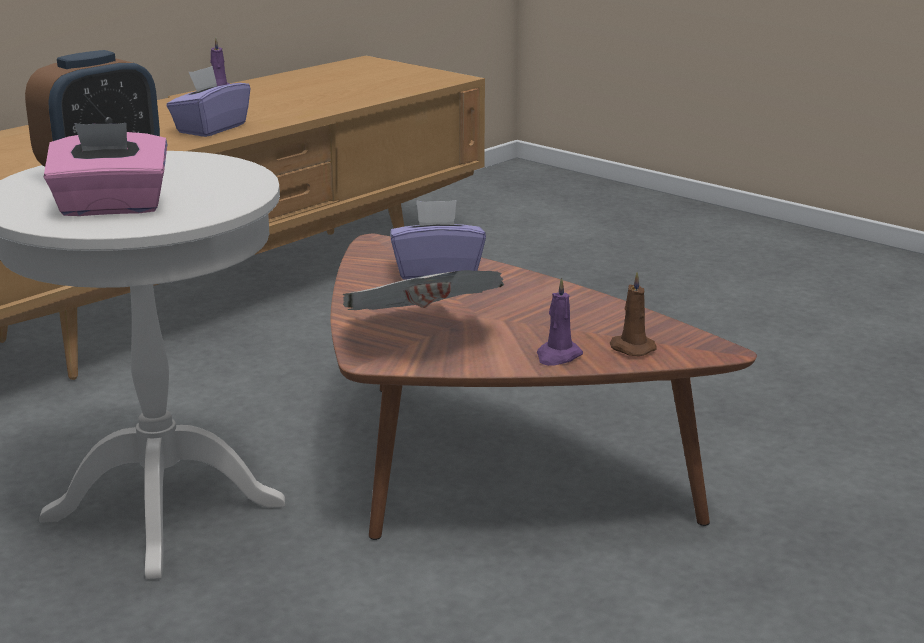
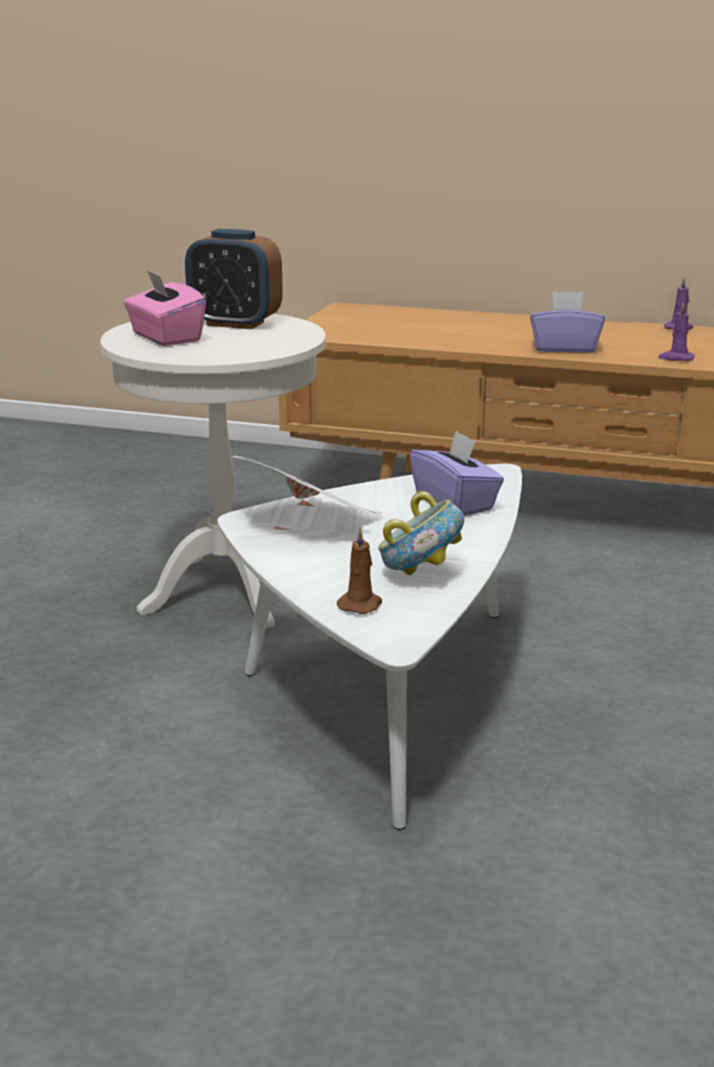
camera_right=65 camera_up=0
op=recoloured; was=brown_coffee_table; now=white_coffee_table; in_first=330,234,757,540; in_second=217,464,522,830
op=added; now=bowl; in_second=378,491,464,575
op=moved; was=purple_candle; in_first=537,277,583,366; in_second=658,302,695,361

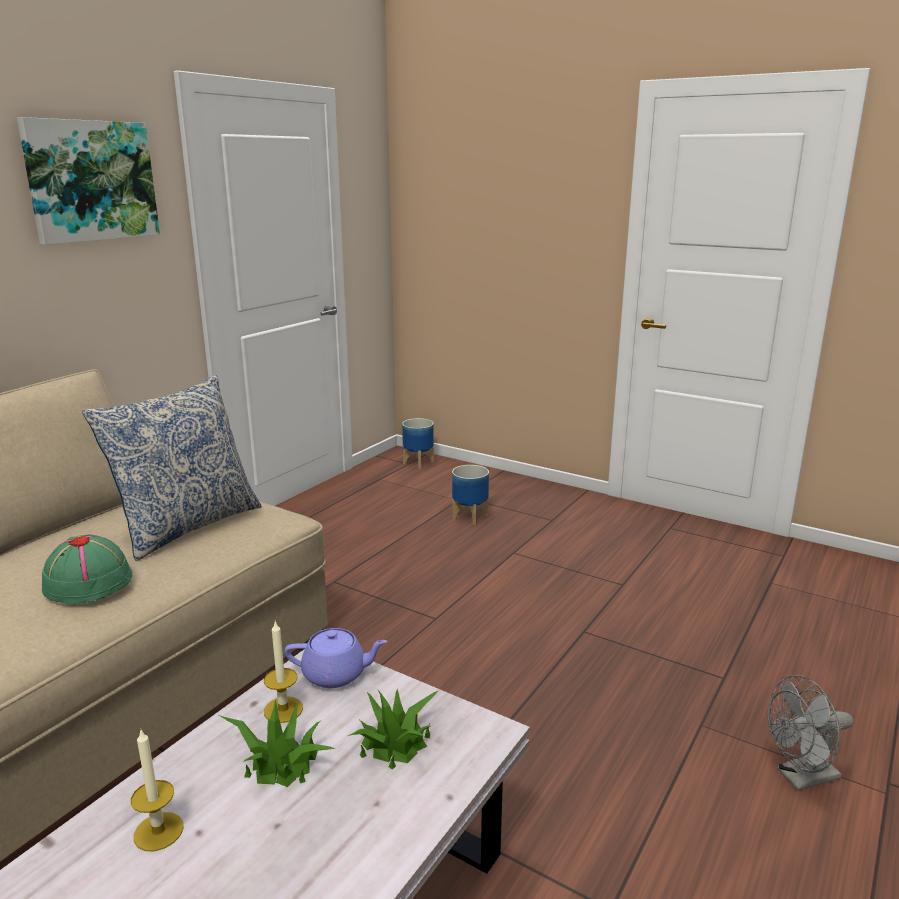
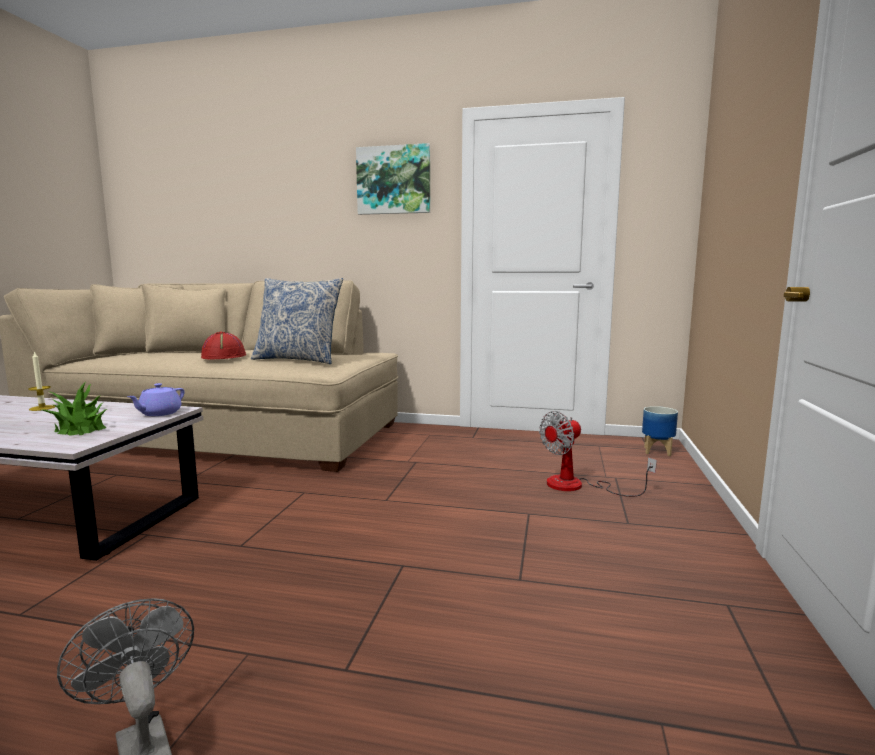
camera_right=70 camera_up=-10
op=turned; was=purple_teapot; in_first=284,628,387,688; in_second=127,383,184,416; clockwise=45
op=recoloured; was=green_hat; now=red_hat; in_first=42,534,132,604; in_second=201,331,246,360
op=replaced; was=planter; now=fan; in_first=452,465,489,525; in_second=539,411,657,497
op=removed; was=candle; in_first=264,620,303,723

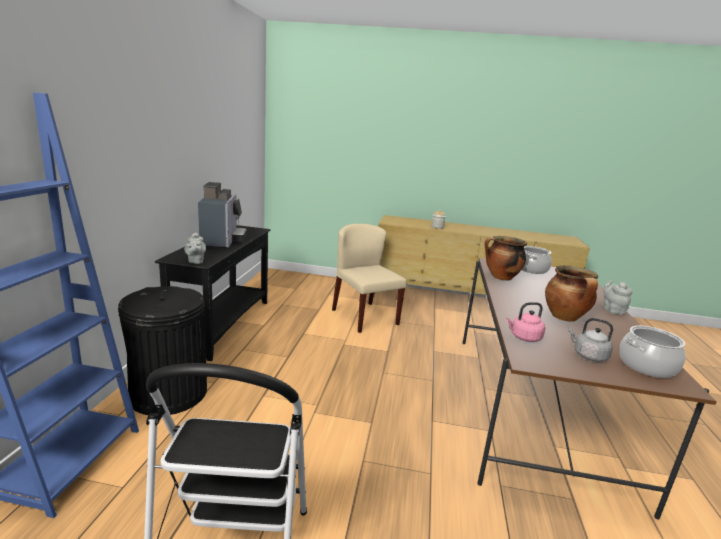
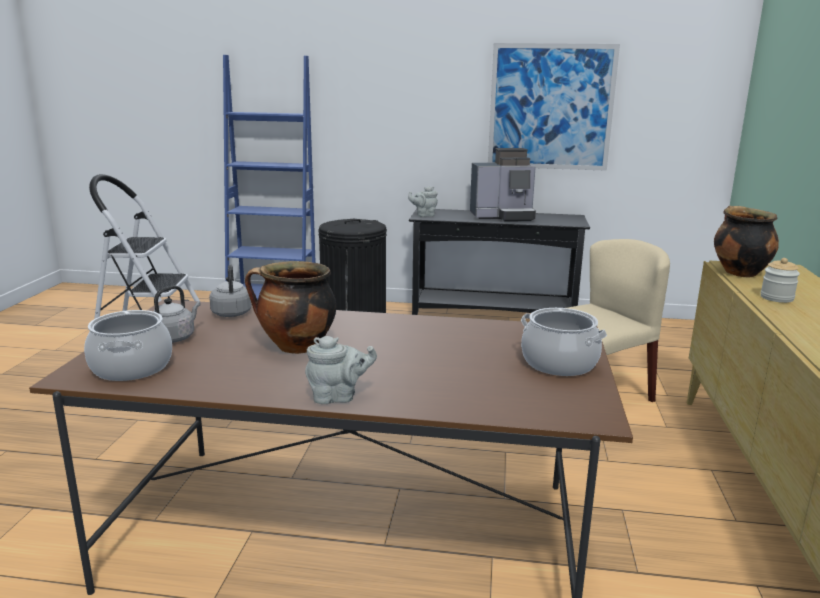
camera_right=90 camera_up=0
op=recoloured; was=pink_kettle; now=grey_kettle; in_first=506,302,545,342; in_second=209,264,252,317
op=added; now=picture; in_second=488,43,620,171
op=moved; was=cooking_pot; in_first=485,236,527,281; in_second=714,206,779,277

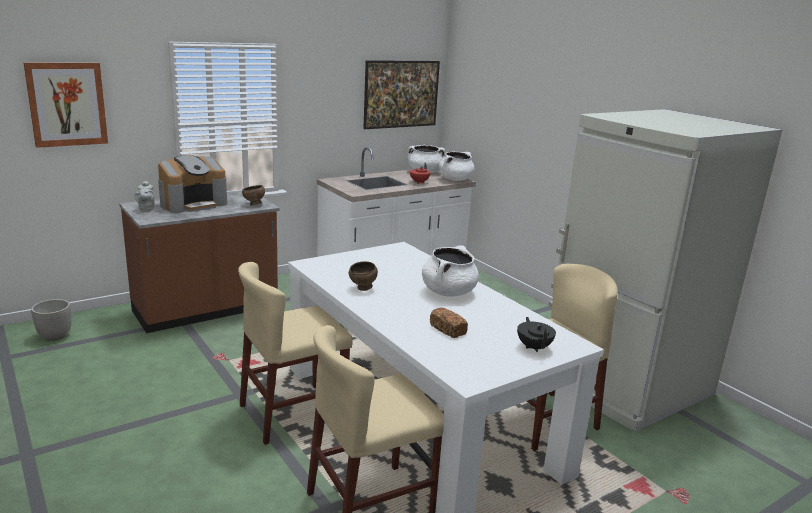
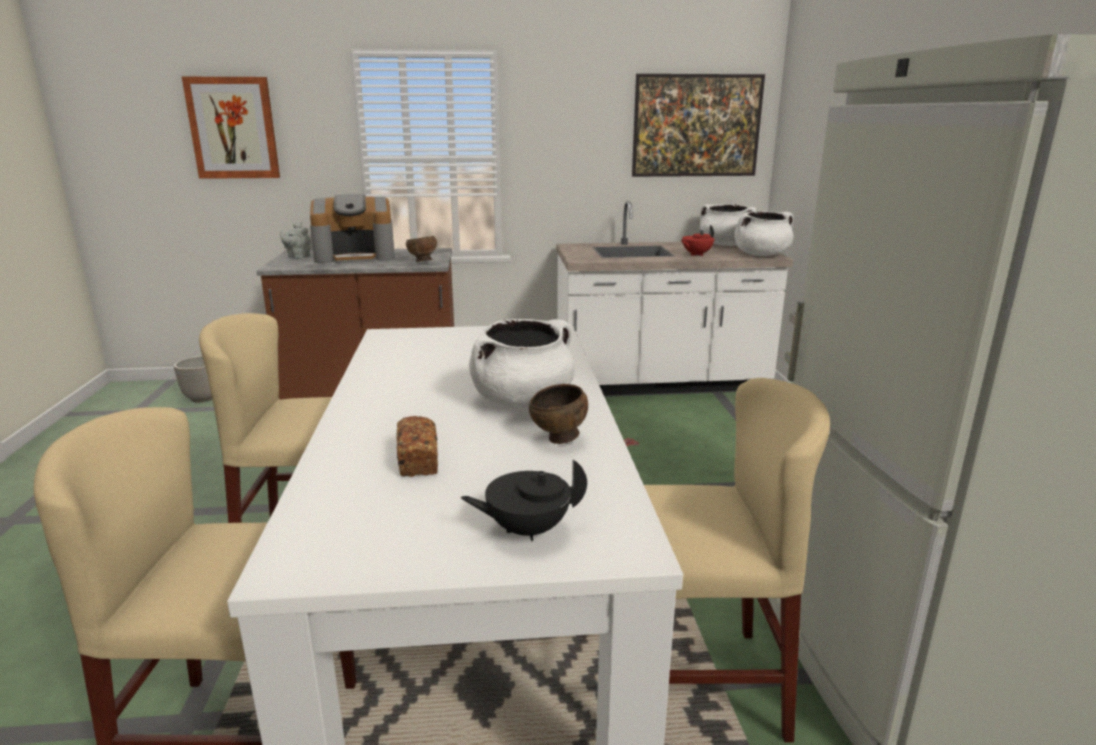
camera_right=30 camera_up=0
op=turned; was=black_teapot; in_first=517,317,556,352; in_second=461,460,587,541; clockwise=-120
op=moved; was=brown_bowl; in_first=349,261,378,291; in_second=529,384,588,444

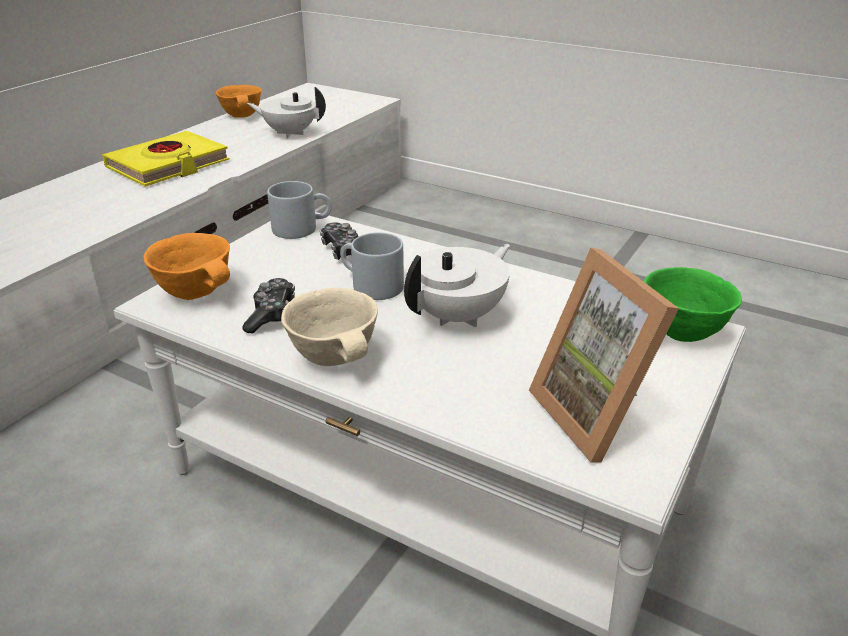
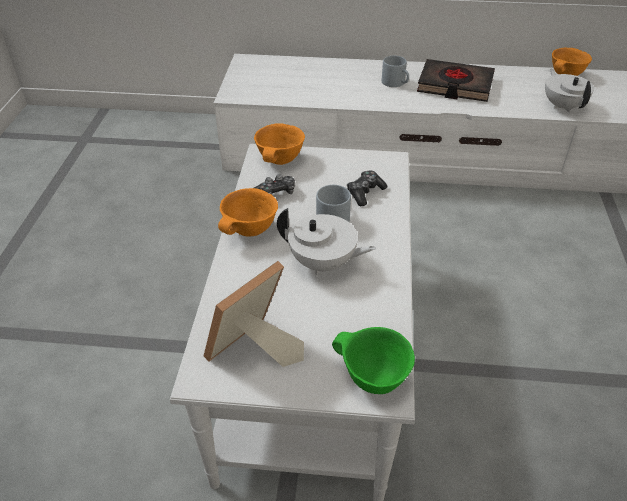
camera_right=65 camera_up=10
op=recoloured; was=beige_bowl; now=orange_bowl; in_first=281,288,378,366; in_second=218,188,278,237
op=moved; was=grey_mug; in_first=267,181,332,239; in_second=381,56,409,87
op=recoloured; was=yellow_book; now=black_book; in_first=102,131,229,187; in_second=417,59,495,102

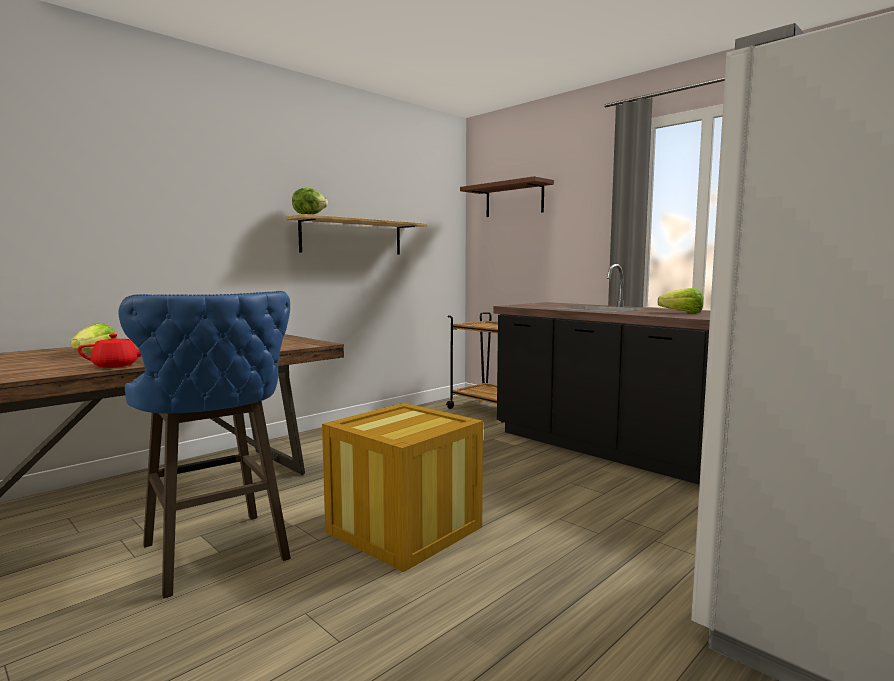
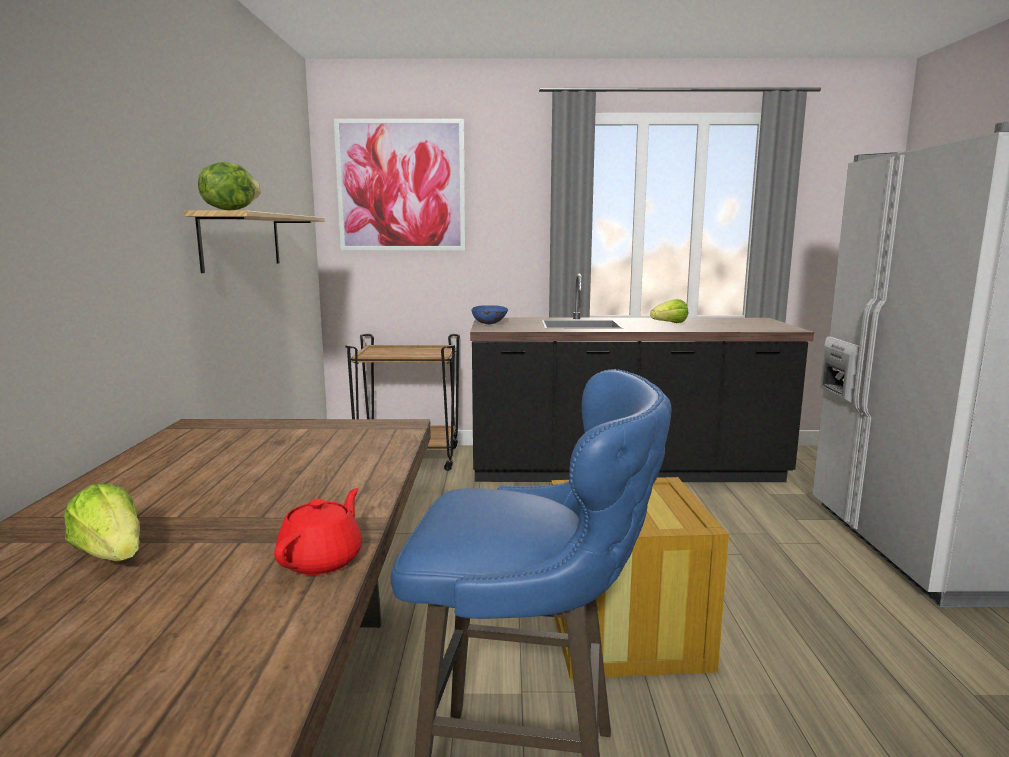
camera_right=-45 camera_up=5
op=replaced; was=brown_shelf; now=picture; in_first=460,176,554,217; in_second=334,119,465,251
op=added; now=blue_bowl; in_second=471,305,508,324

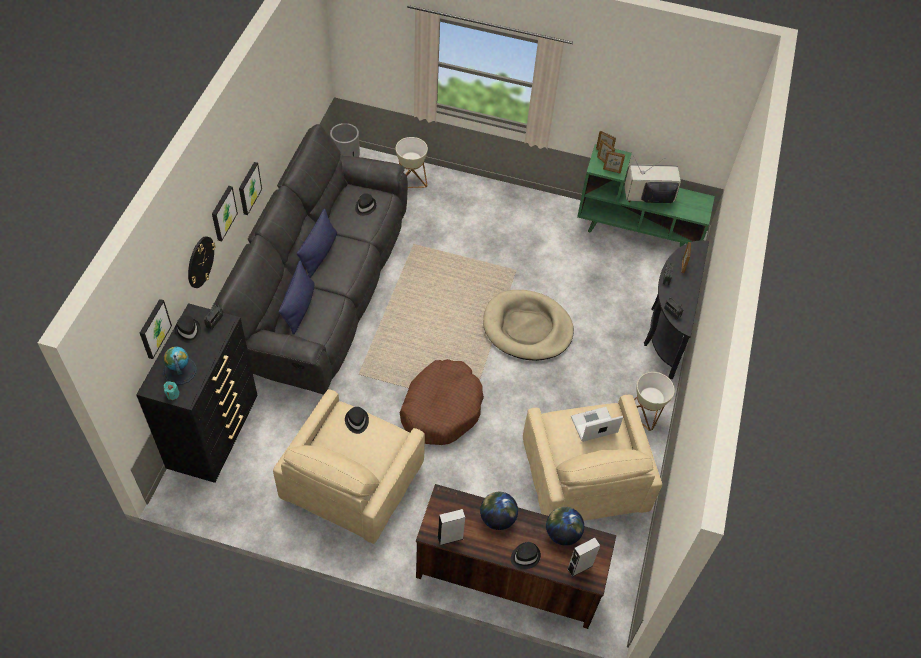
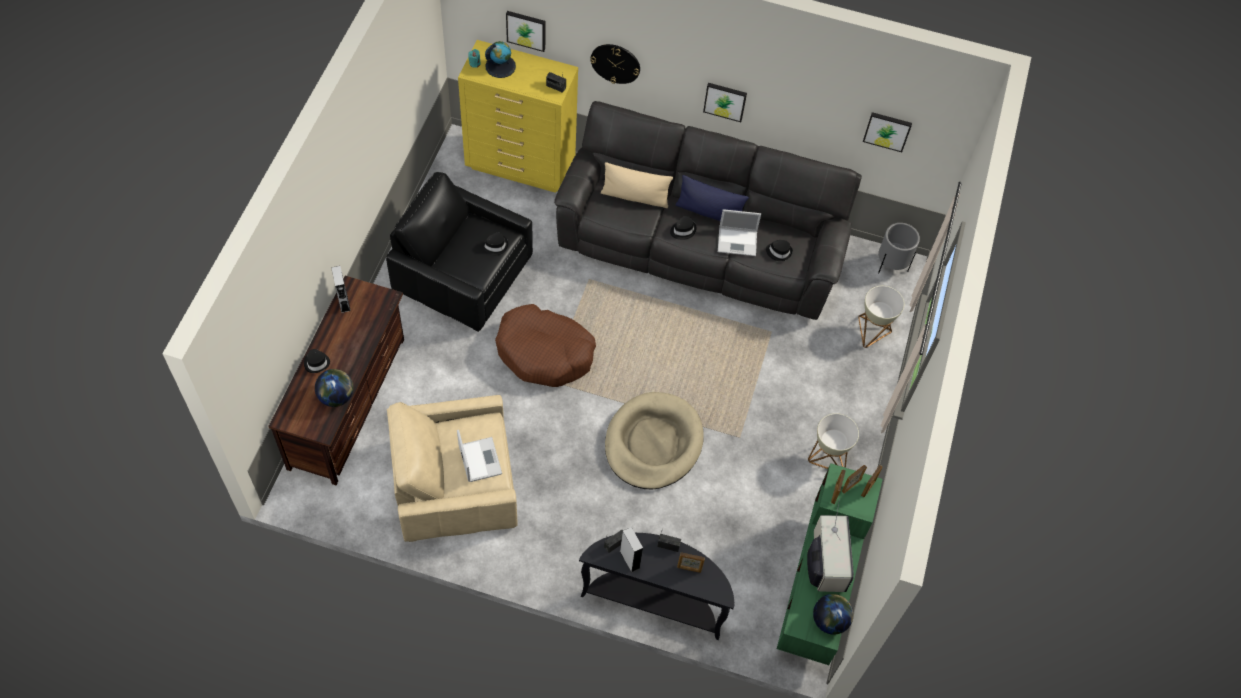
camera_right=90 camera_up=5
op=recoloured; was=beige_armchair; now=black_armchair; in_first=273,389,425,544; in_second=386,172,533,332
op=recoloured; was=black_dresser; now=yellow_dresser; in_first=136,303,258,483; in_second=458,40,578,193
op=recoloured; was=blue_pillow; now=beige_pillow; in_first=279,261,315,335; in_second=601,162,673,208
op=moved; was=grey_speaker; in_first=567,537,600,577; in_second=620,527,643,573
op=moved; was=black_hat; in_first=175,315,201,343; in_second=670,216,697,240
op=added; now=laptop; in_second=718,209,761,256
op=moved; was=planter; in_first=634,372,675,431; in_second=808,413,859,469
op=moved; was=globe; in_first=480,492,518,530; in_second=813,594,854,635
op=moved; was=picture; in_first=212,186,238,241; in_second=863,112,912,152

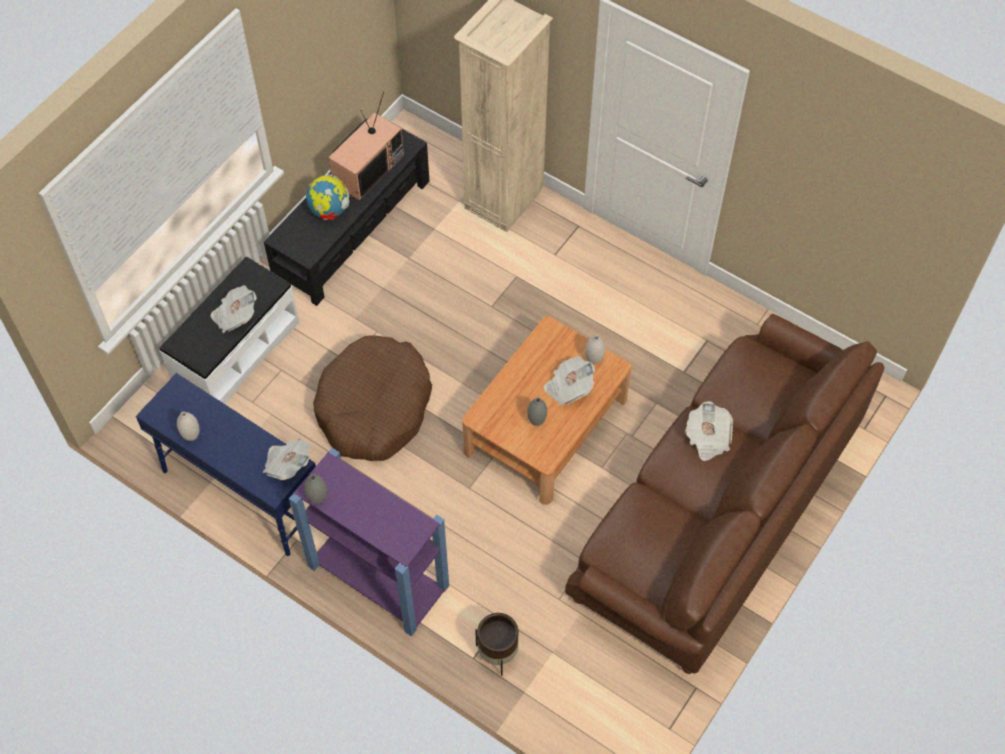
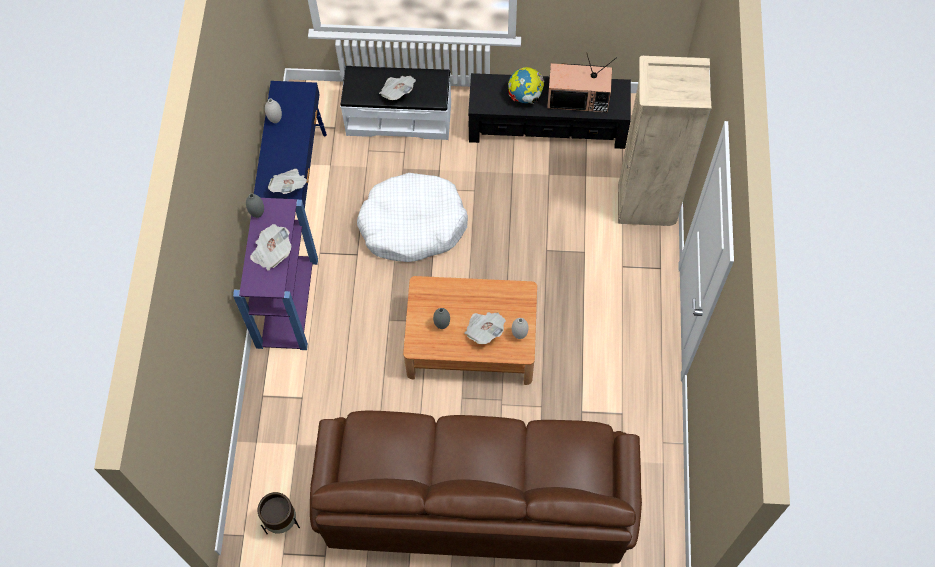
camera_right=60 camera_up=5
op=moved; was=newspaper; in_first=685,401,733,461; in_second=250,224,291,271
op=moved; was=brown_planter; in_first=475,613,519,676; in_second=258,492,300,534
op=recoloured; was=brown_dog_bed; now=white_dog_bed; in_first=313,335,432,461; in_second=357,173,468,262

